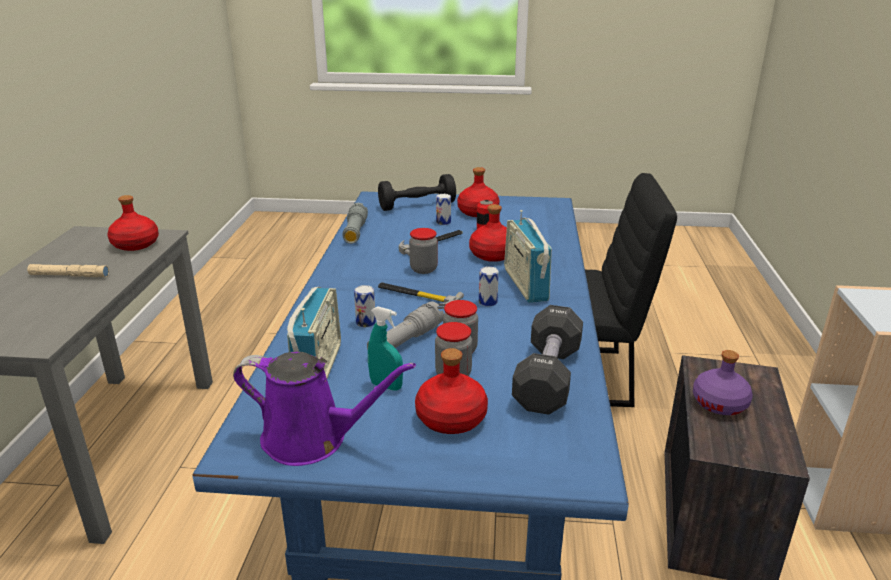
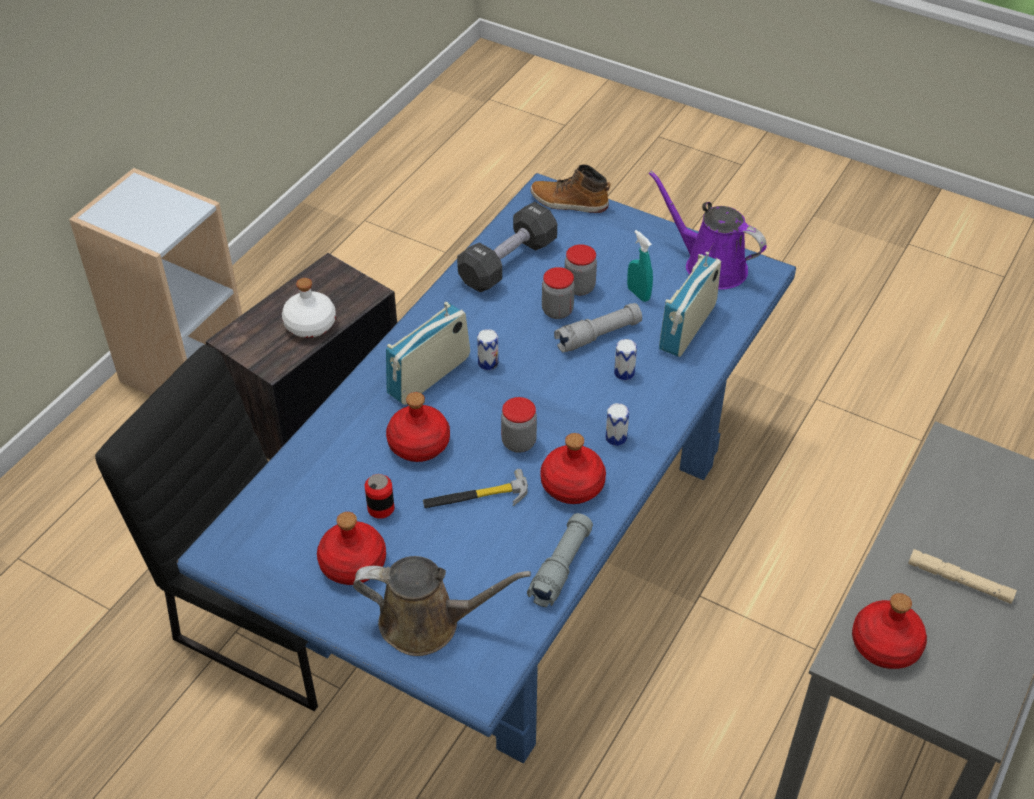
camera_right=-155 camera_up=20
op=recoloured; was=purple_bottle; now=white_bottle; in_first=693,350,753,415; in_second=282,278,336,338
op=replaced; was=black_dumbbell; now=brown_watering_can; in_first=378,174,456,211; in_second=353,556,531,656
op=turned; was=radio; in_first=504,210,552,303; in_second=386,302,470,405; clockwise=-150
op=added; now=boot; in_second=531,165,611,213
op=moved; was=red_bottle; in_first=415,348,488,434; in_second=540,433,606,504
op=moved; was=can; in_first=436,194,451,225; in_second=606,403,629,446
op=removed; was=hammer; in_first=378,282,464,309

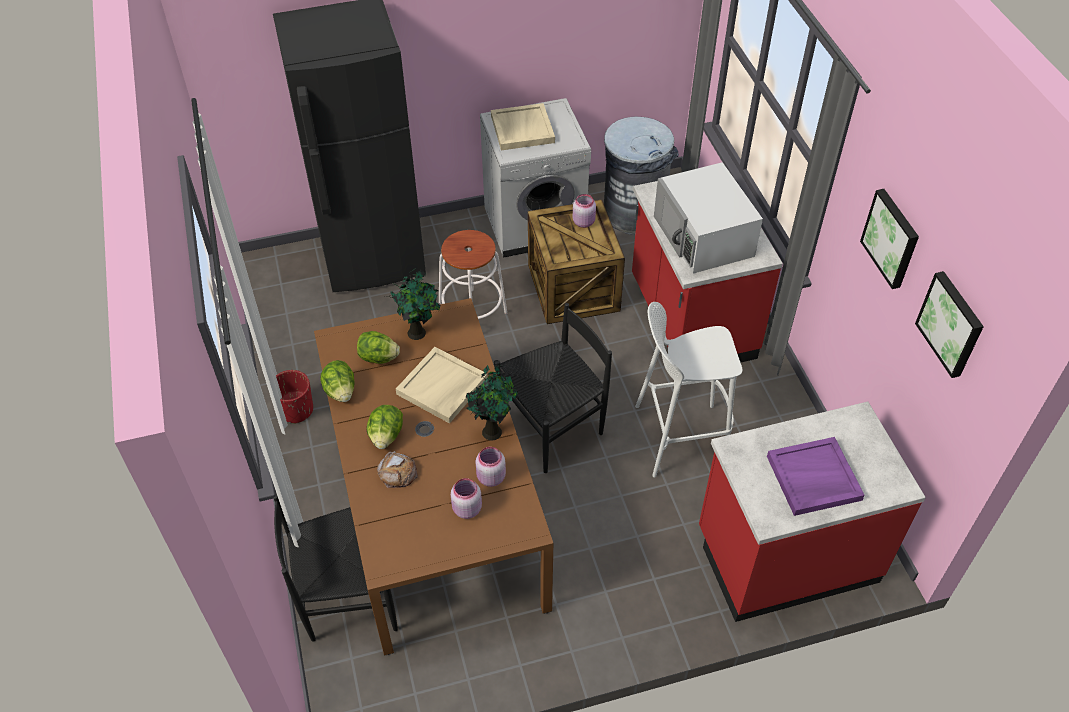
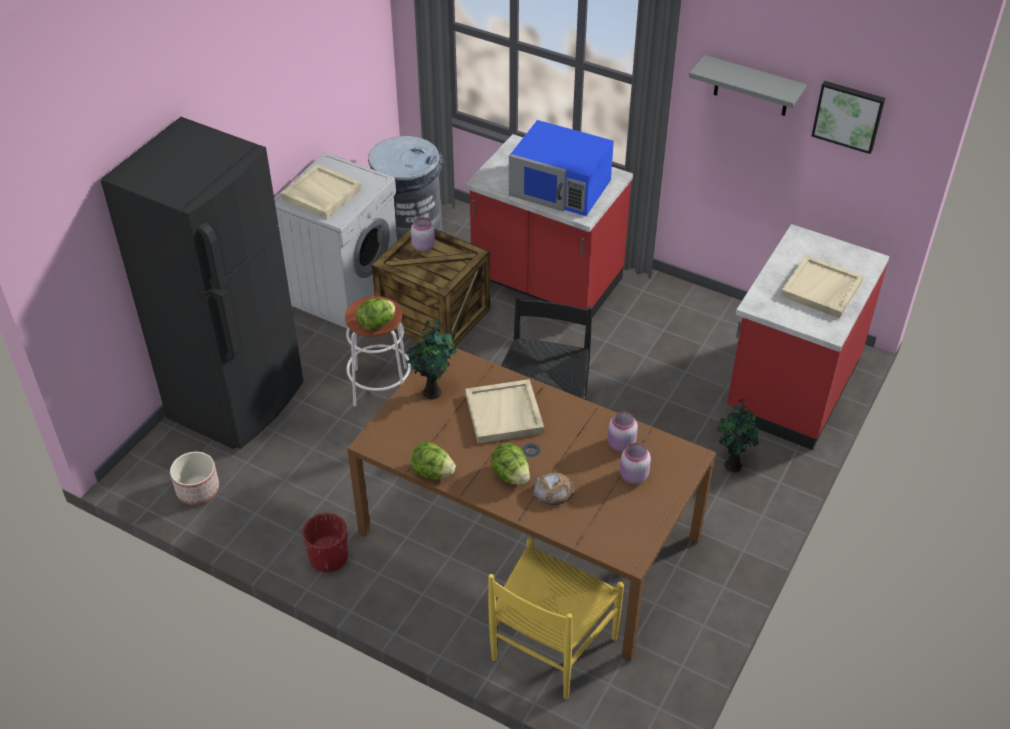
camera_right=-45 camera_up=-5
op=added; now=planter; in_second=170,452,219,505
op=moved; was=lettuce; in_first=357,331,400,364; in_second=356,298,395,330
op=recoloured; was=black_chair; now=yellow_chair; in_first=273,494,398,642; in_second=488,538,624,699
op=recoloured; was=white_microwave; now=blue_microwave; in_first=654,162,763,273; in_second=509,120,614,216
op=replaced; was=picture; now=grey_shelf; in_first=860,189,919,289; in_second=689,55,807,116
op=moved; was=potted_plant; in_first=466,363,518,441; in_second=717,399,759,472
op=recoloured; was=purple_tray; now=beige_tray; in_first=767,437,865,516; in_second=781,255,864,318
op=removed; was=white_stool; in_first=635,302,742,477

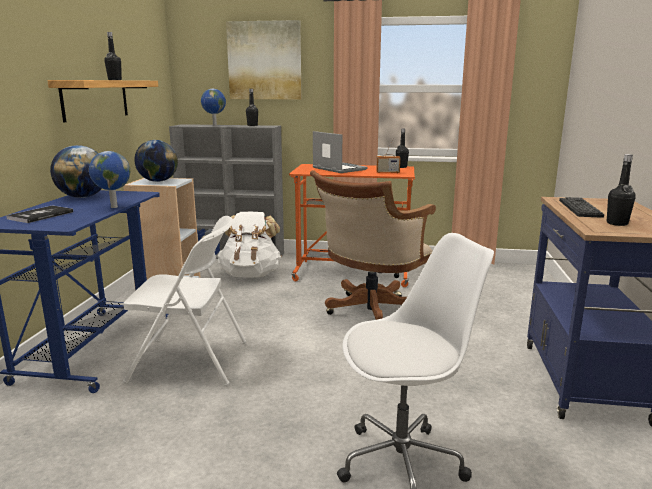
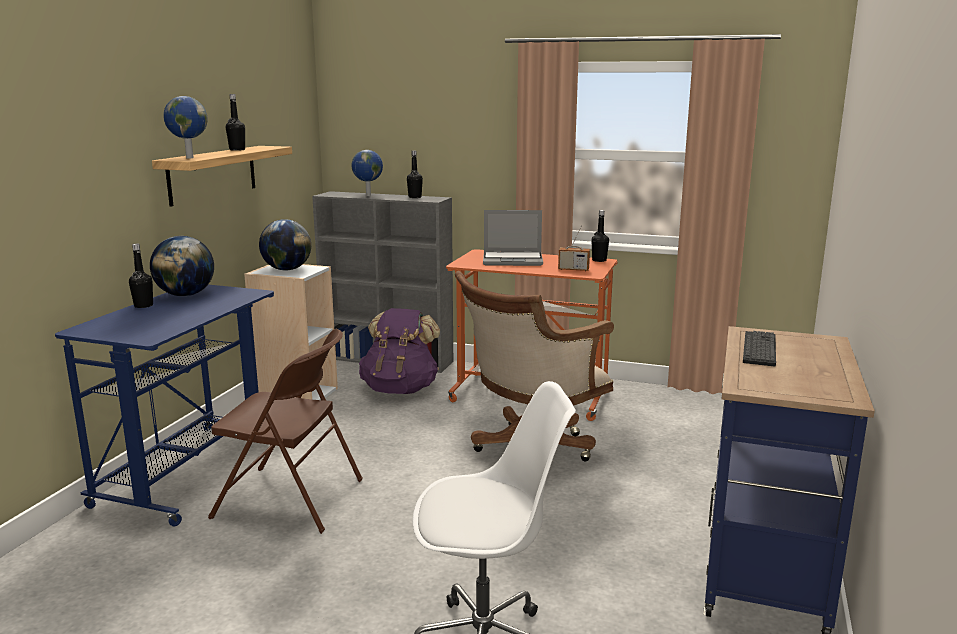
camera_right=10 camera_up=0
op=moved; was=black_bottle; in_first=607,154,636,226; in_second=129,244,153,308
op=moved; was=globe; in_first=89,151,130,208; in_second=163,96,208,158
op=recoloured; was=white_chair; now=brown_chair; in_first=123,216,246,387; in_second=208,329,363,534
op=recoloured; was=white_backpack; now=purple_backpack; in_first=217,212,282,278; in_second=359,308,440,394
op=turned; was=laptop; in_first=313,131,367,173; in_second=483,210,543,266; clockwise=120
op=removed; was=book; in_first=6,205,73,223
op=removed; was=picture; in_first=226,20,301,99

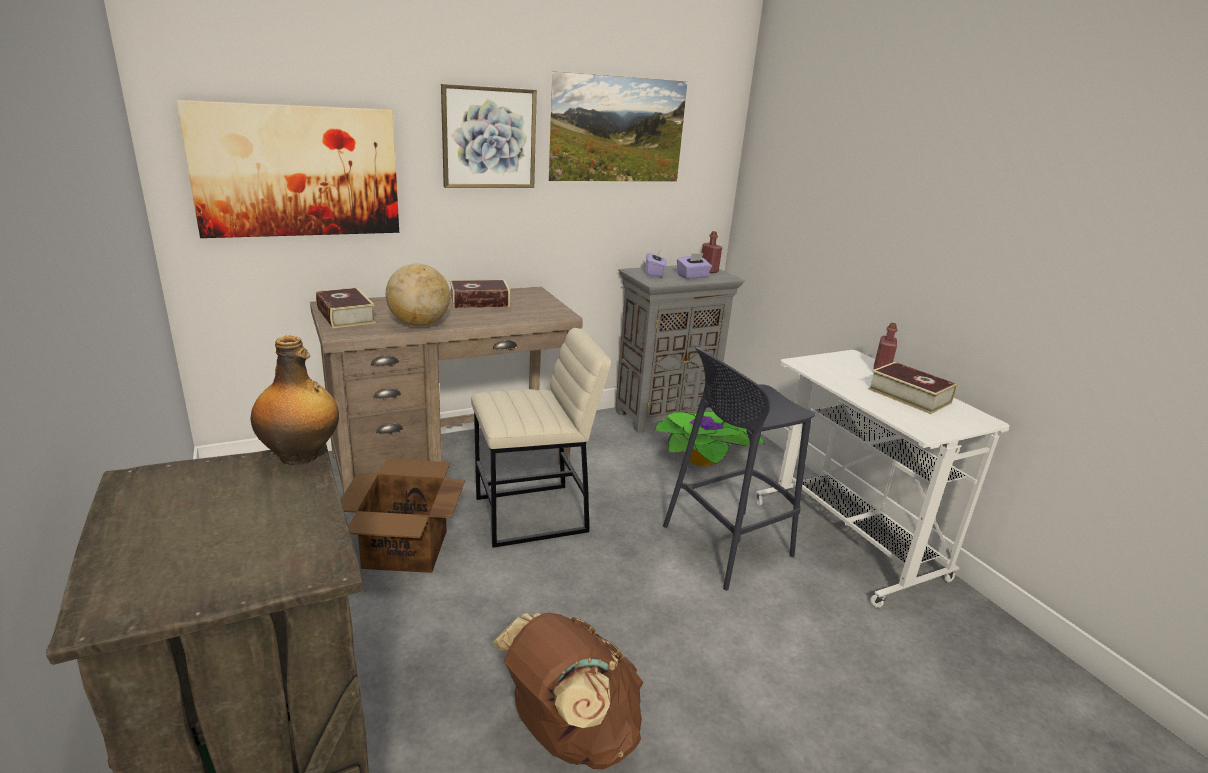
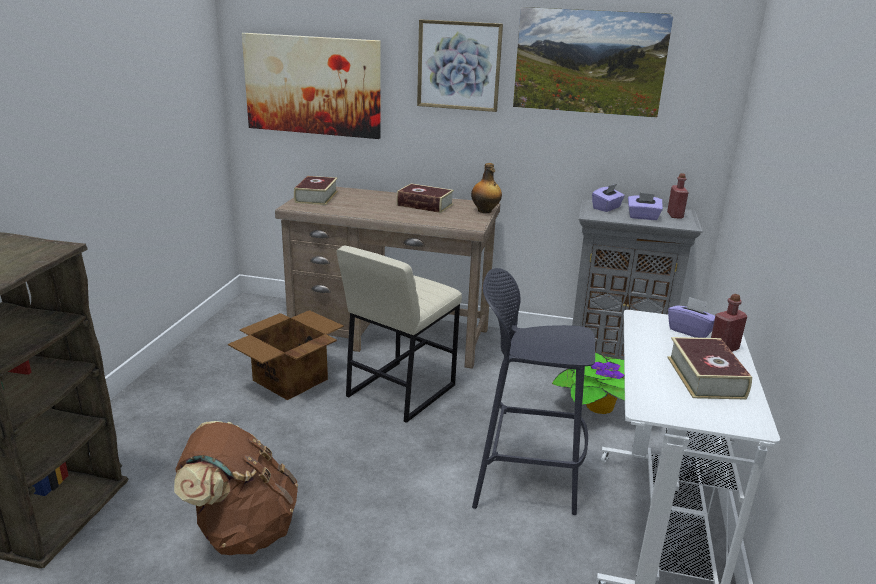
camera_right=40 camera_up=0
op=turned; was=beige_chair; in_first=471,328,611,548; in_second=337,246,462,423; clockwise=105
op=moved; was=bottle; in_first=251,335,339,465; in_second=471,163,502,213
op=added; now=purple_tissue_box; in_second=668,296,715,338
op=removed; was=globe; in_first=386,263,450,326

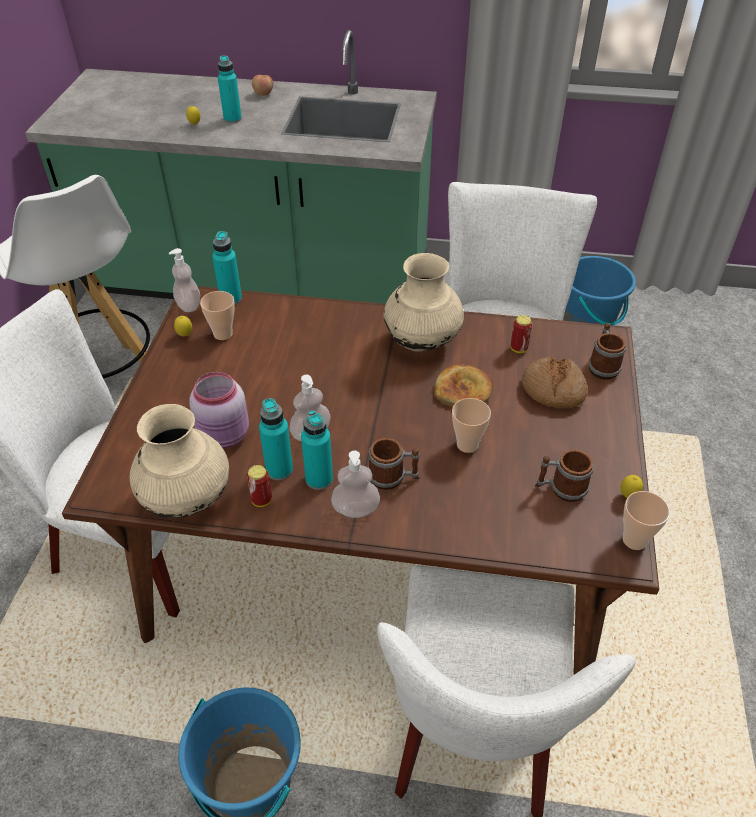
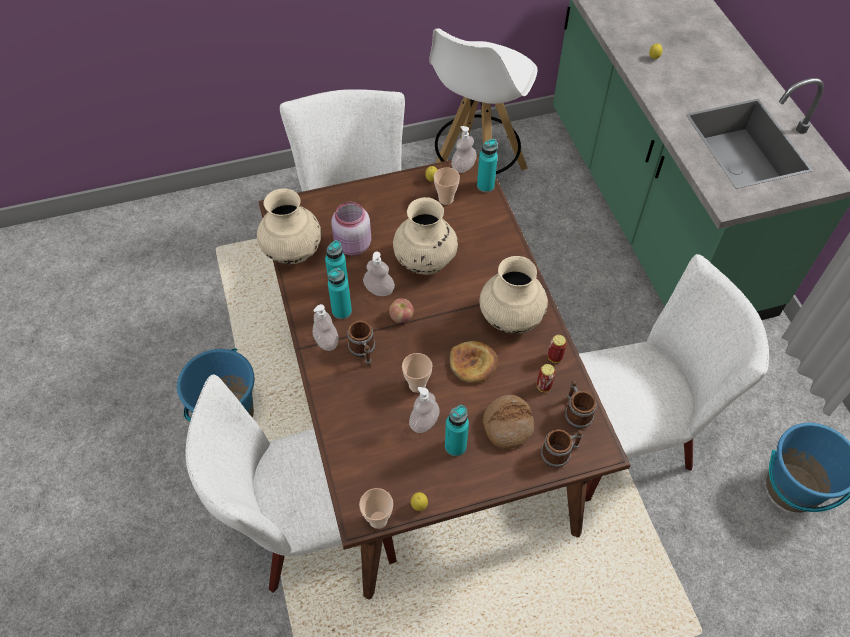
camera_right=65 camera_up=10
op=moved; was=apple; in_first=252,75,273,95; in_second=389,298,414,323
op=added; now=beige_vase; in_second=393,197,458,275
op=added; now=soap_dispenser; in_second=409,387,440,433
op=moved; was=turquoise_bottle; in_first=218,55,242,123; in_second=445,405,469,456
op=moved; was=can; in_first=246,465,272,507; in_second=548,335,567,363
op=moved; was=mug; in_first=535,449,594,502; in_second=565,380,597,429

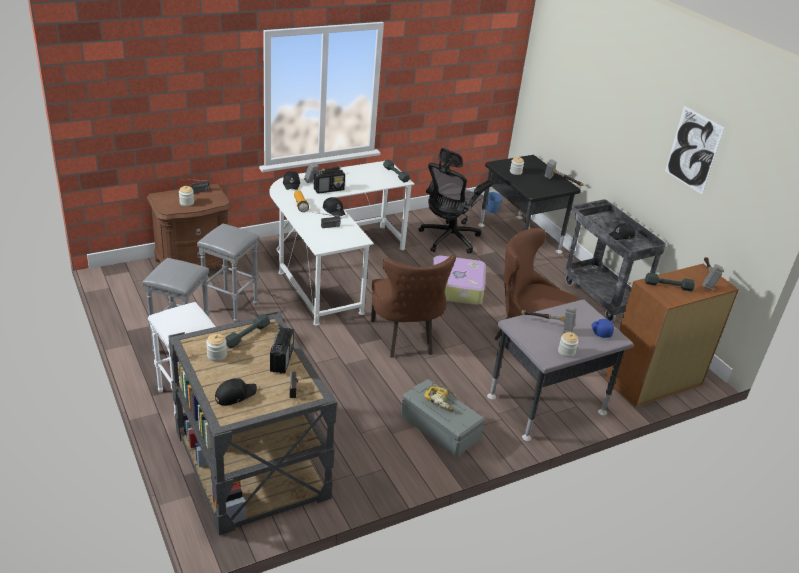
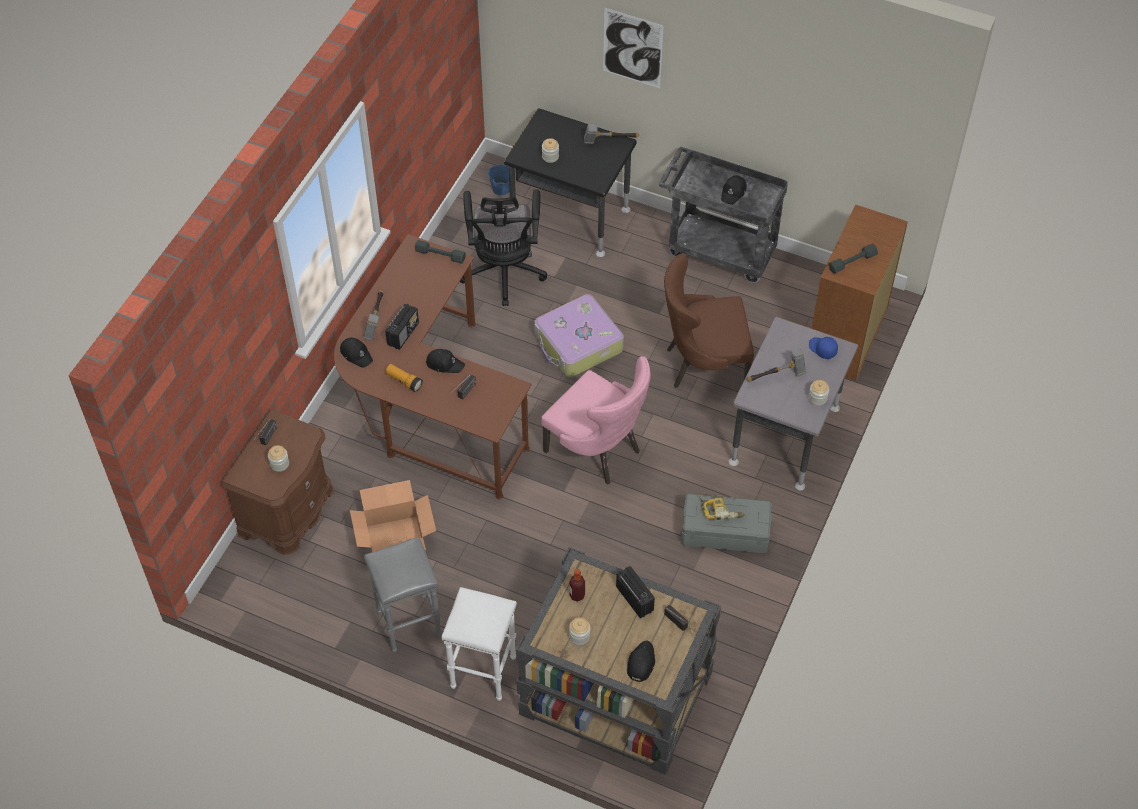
camera_right=-35 camera_up=20
op=recoloured; was=white_desk; now=brown_desk; in_first=269,161,415,326; in_second=334,234,532,499
op=replaced; was=grey_stool; now=cardboard_box; in_first=197,224,260,323; in_second=350,480,436,552
op=recoloured; was=brown_chair; now=pink_chair; in_first=371,255,456,358; in_second=541,356,651,485
op=replaced; was=grey_dumbbell; now=bottle; in_first=225,314,270,348; in_second=569,569,585,602
op=moved; was=picture; in_first=665,106,724,194; in_second=603,8,664,88
op=removed; was=hammer; in_first=702,257,724,290

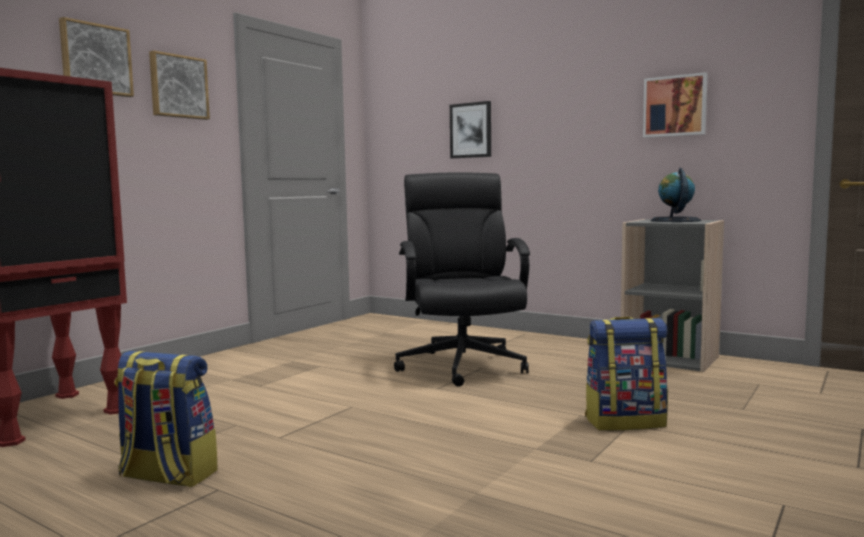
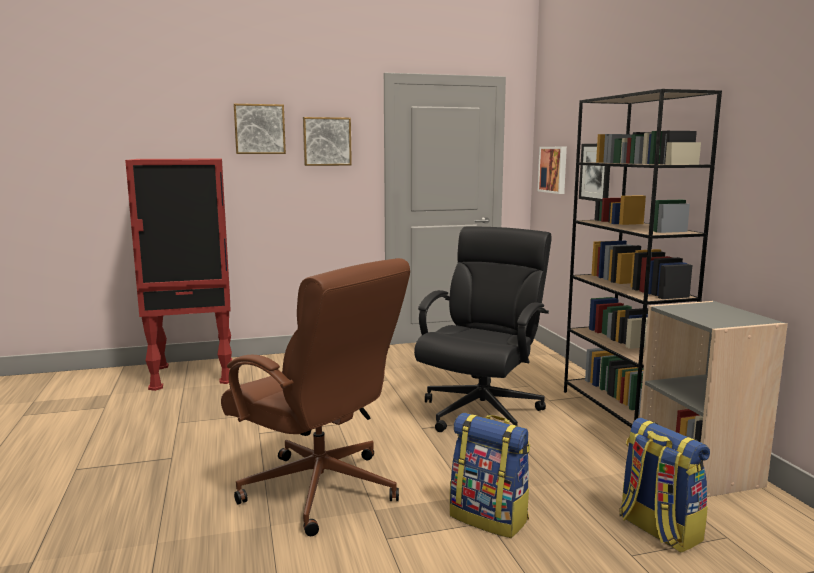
camera_right=40 camera_up=5
op=added; now=brown_office_chair; in_second=221,258,410,536
op=moved; was=picture; in_first=643,72,708,138; in_second=538,147,567,194
op=added; now=beige_bookcase; in_second=564,89,722,427
op=moved; was=backpack; in_first=115,351,218,487; in_second=619,417,710,553
op=removed; was=globe; in_first=651,168,701,222

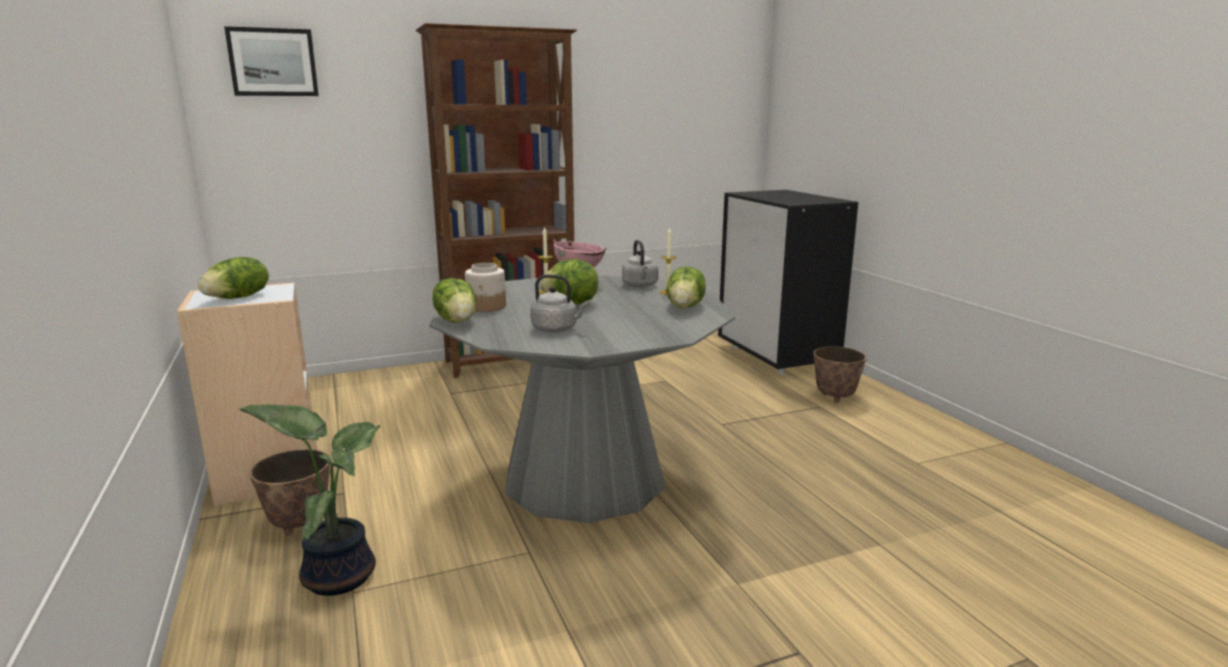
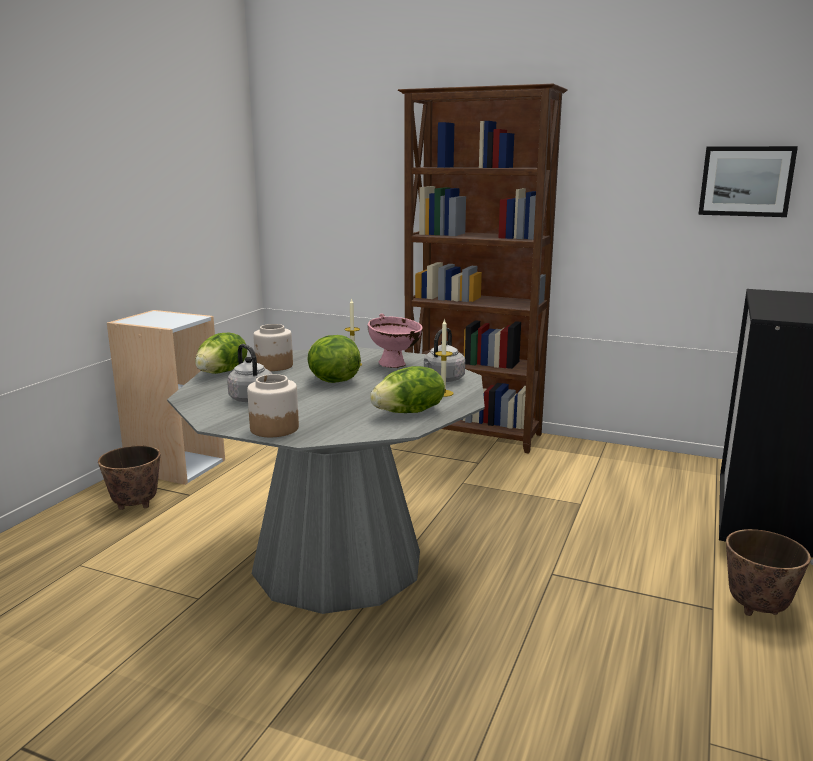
camera_right=45 camera_up=0
op=added; now=jar; in_second=247,374,299,437
op=moved; was=picture; in_first=224,26,319,96; in_second=698,146,798,217
op=removed; was=lettuce; in_first=198,257,269,299
op=removed; was=potted_plant; in_first=238,405,380,596

